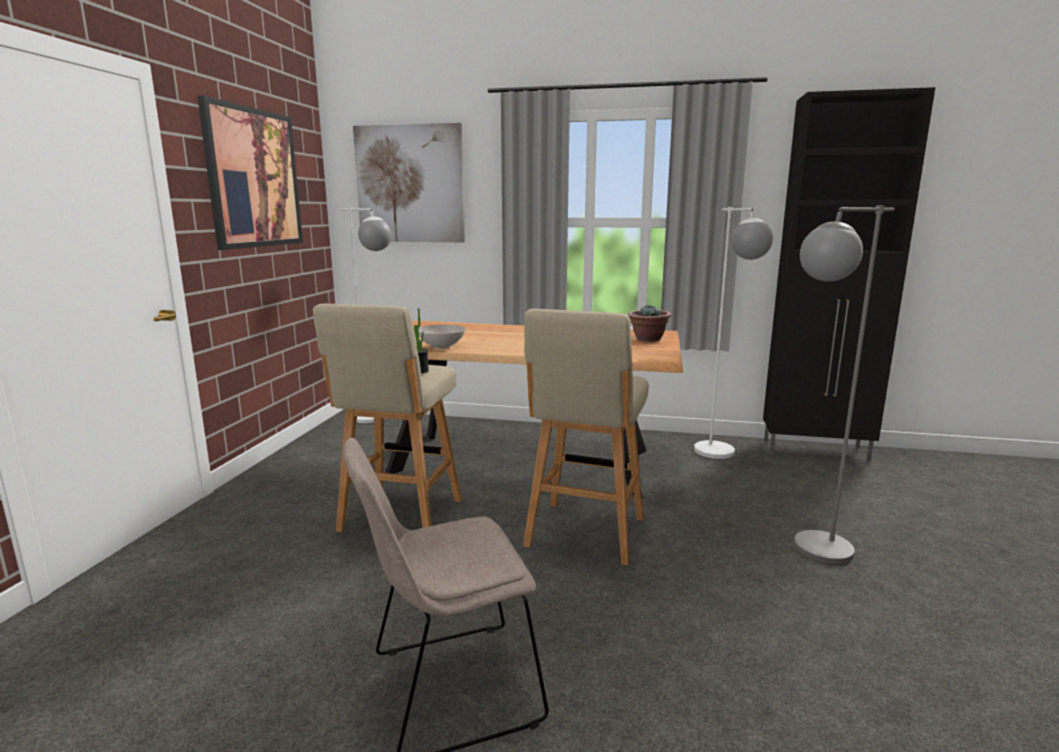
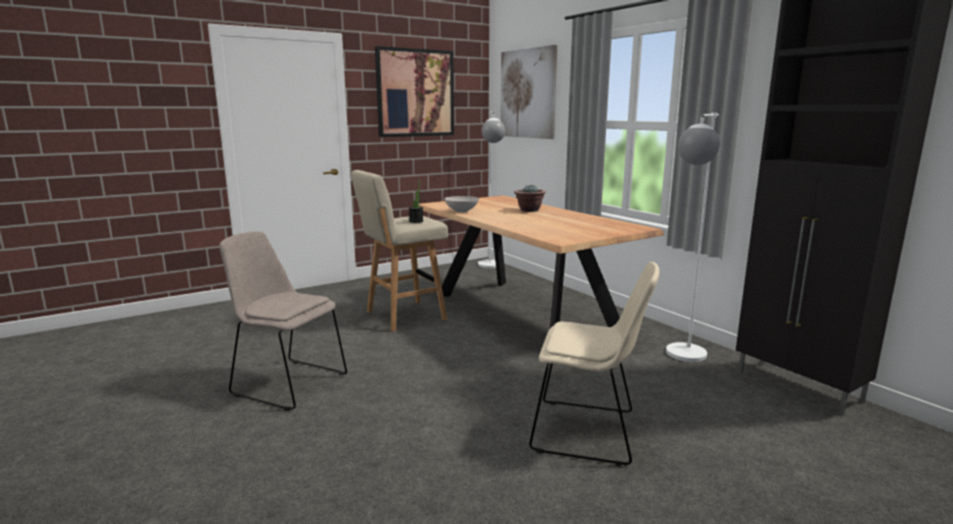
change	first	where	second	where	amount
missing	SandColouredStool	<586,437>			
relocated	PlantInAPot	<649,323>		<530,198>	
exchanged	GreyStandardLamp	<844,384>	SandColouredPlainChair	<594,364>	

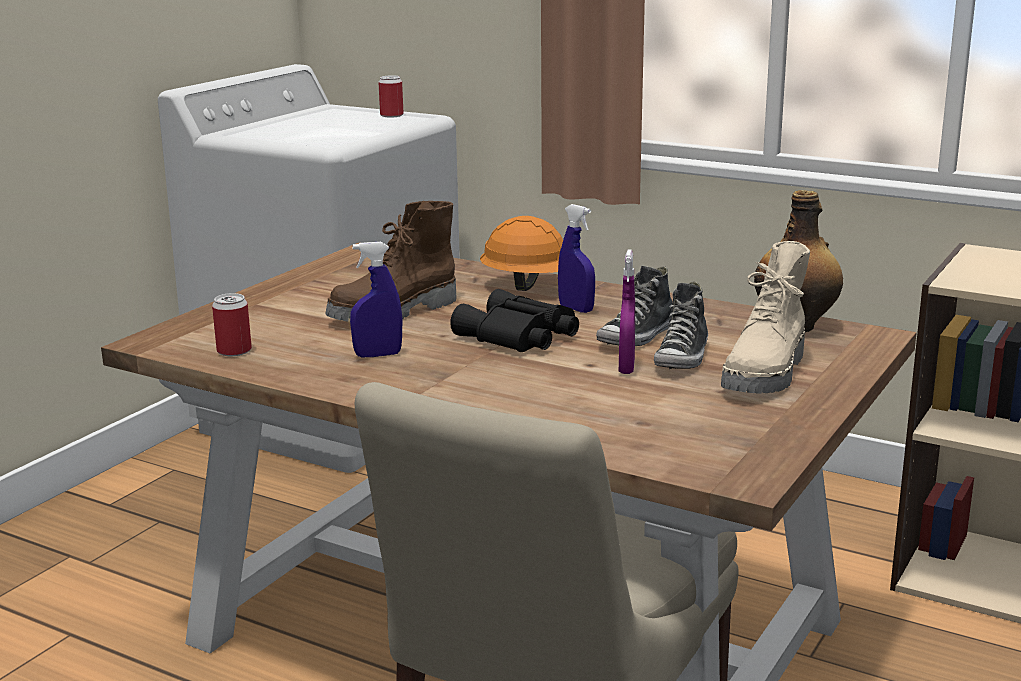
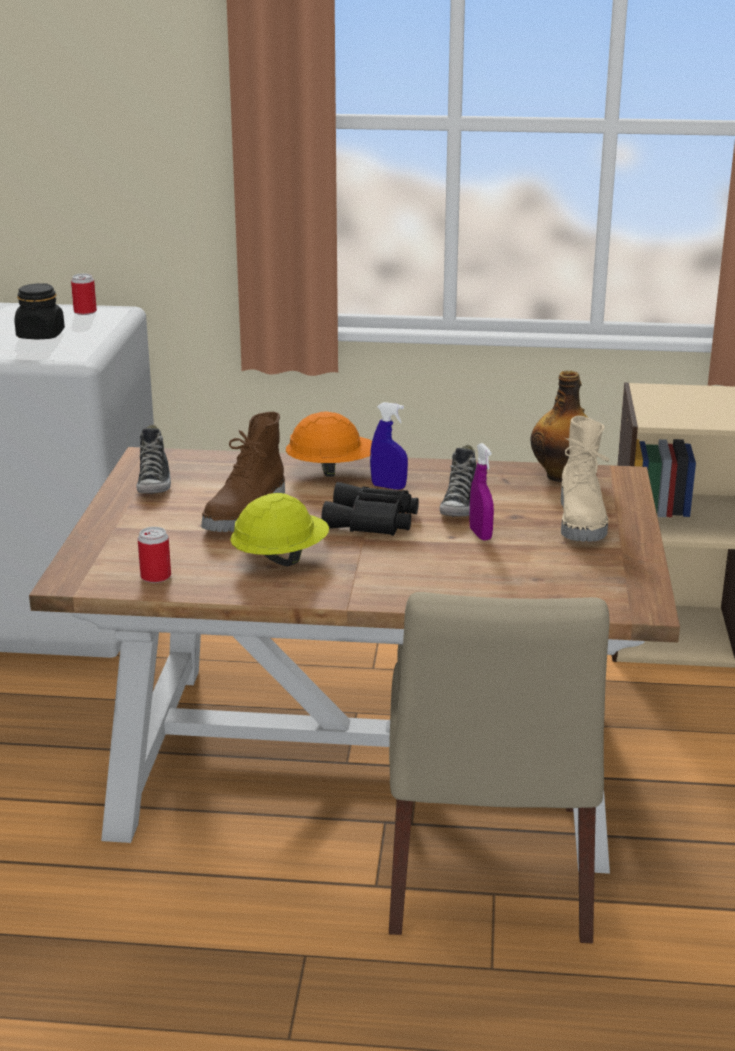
change	first	where	second	where	amount
exchanged	BlueColouredHandSprayer	<376,299>	YellowishWorkHelmet	<279,529>	
relocated	LowShoe	<681,325>		<153,459>	
appeared			BlackPreserveJar	<40,311>	

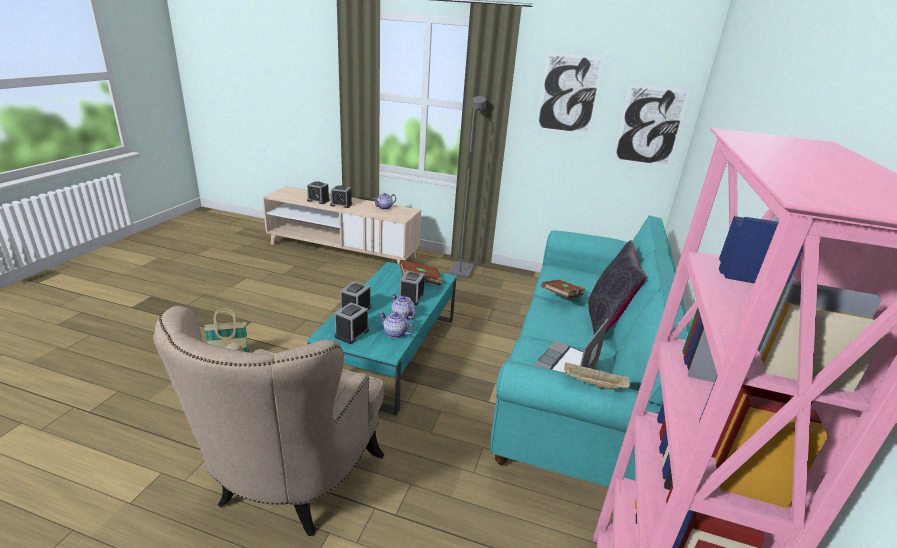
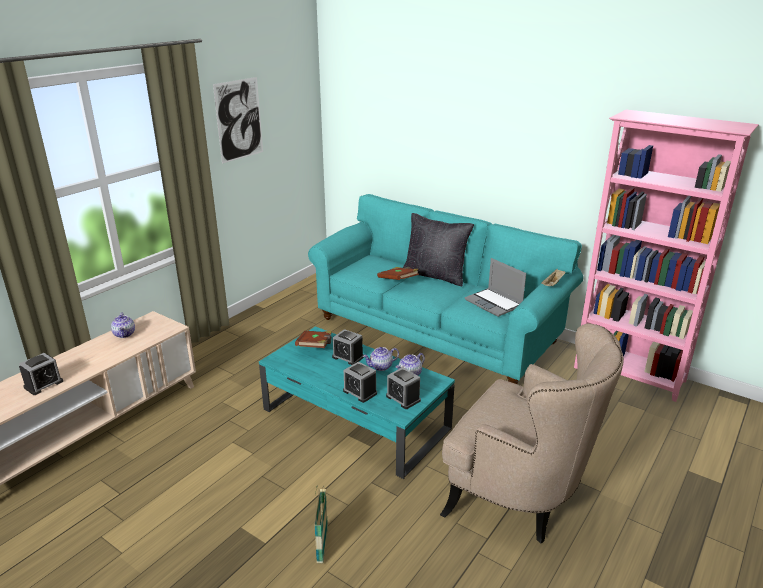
change	first	where	second	where	amount
missing	BedsideClock	<341,196>			
missing	GreyStandardLamp	<467,187>			
missing	WallArt	<651,125>			

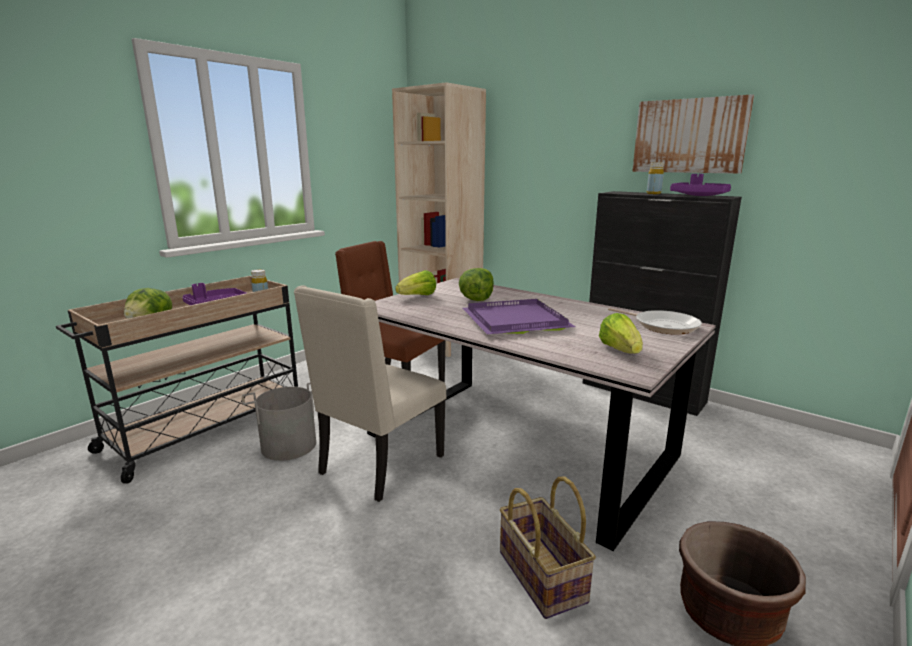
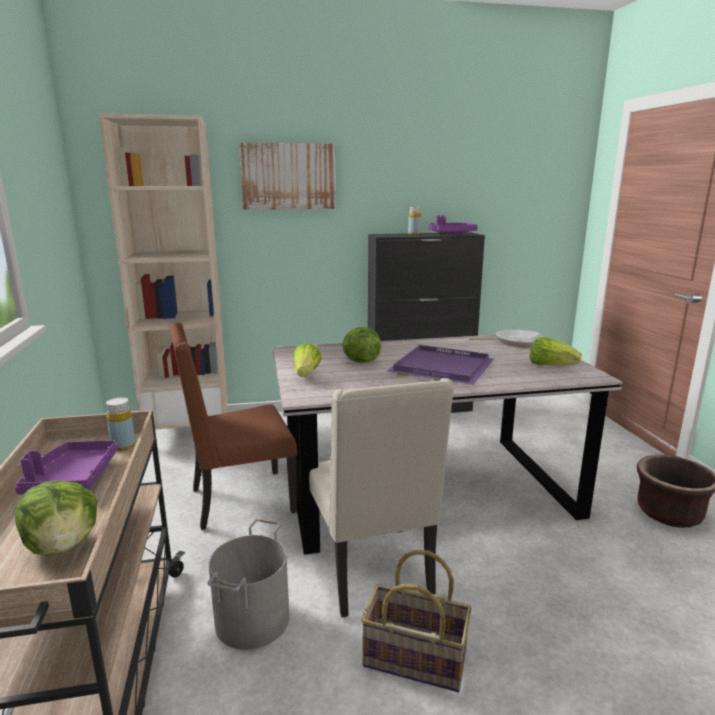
change	first	where	second	where	amount
relocated	StorageBasket	<548,548>		<416,620>	
relocated	WallArt	<693,134>		<287,176>	

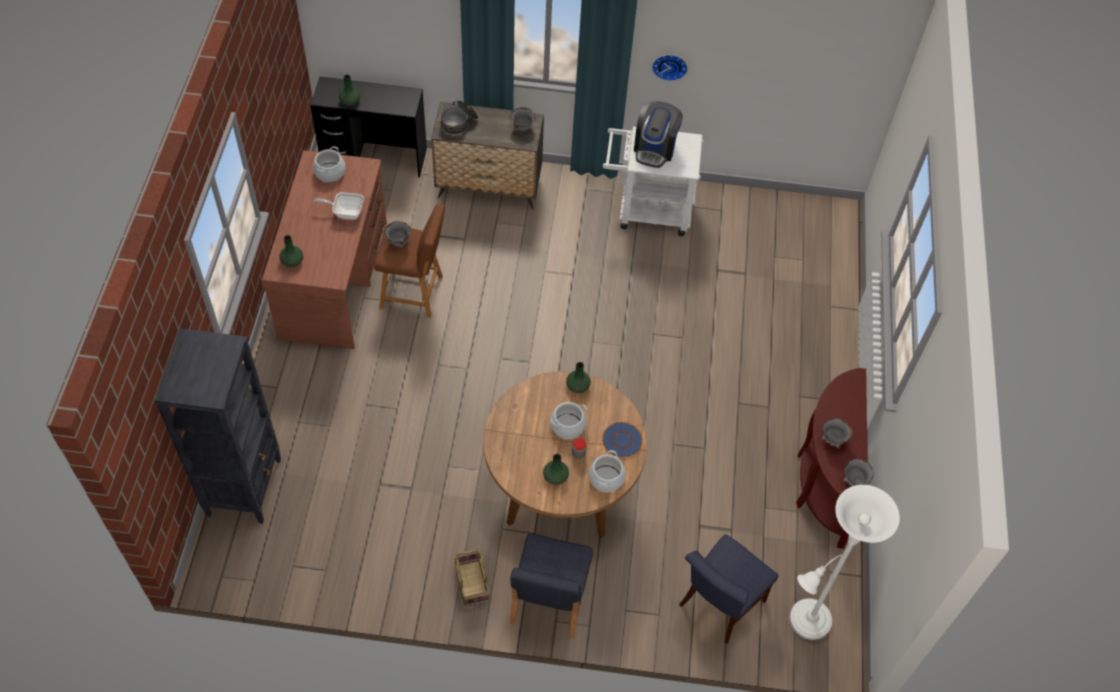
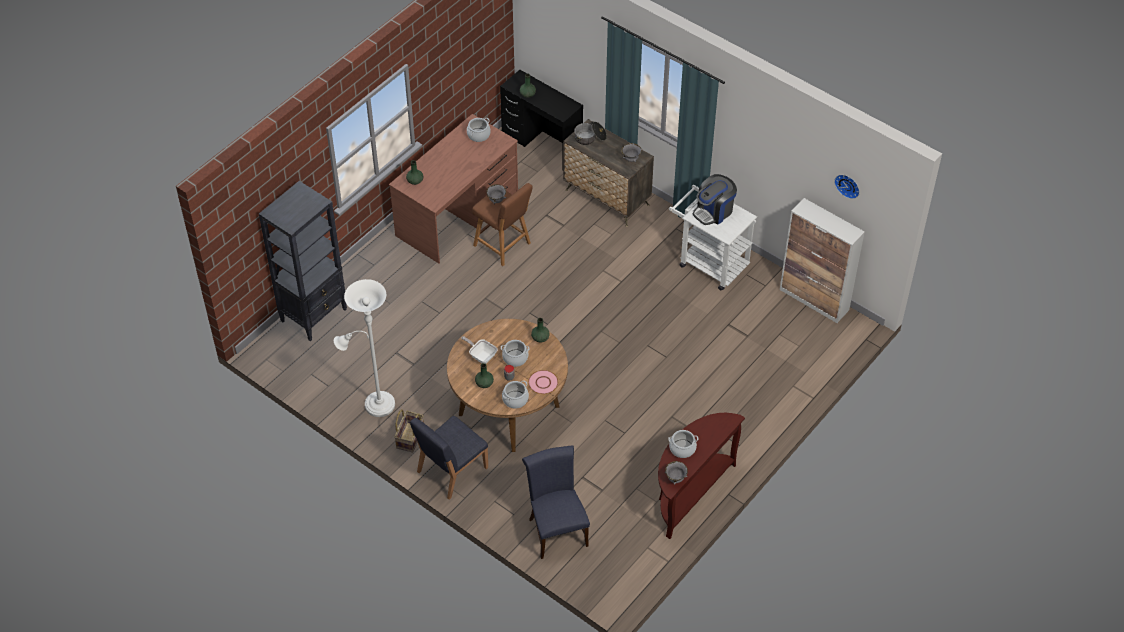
change	first	where	second	where	amount
relocated	Skillet	<338,206>		<479,350>	
colour	BlueColouredPlate	<622,439>	PinkishPlate	<543,382>	
relocated	WallClock	<670,68>		<847,186>	
spun	BlueColouredPlainChair	<728,589>		<556,502>	90 degrees clockwise
relocated	WhiteStandardLamp	<845,562>		<364,348>	
exchanged	GreyServingBowl	<837,433>	Stockpot	<683,444>	
appeared			StorageCabinet	<822,260>	

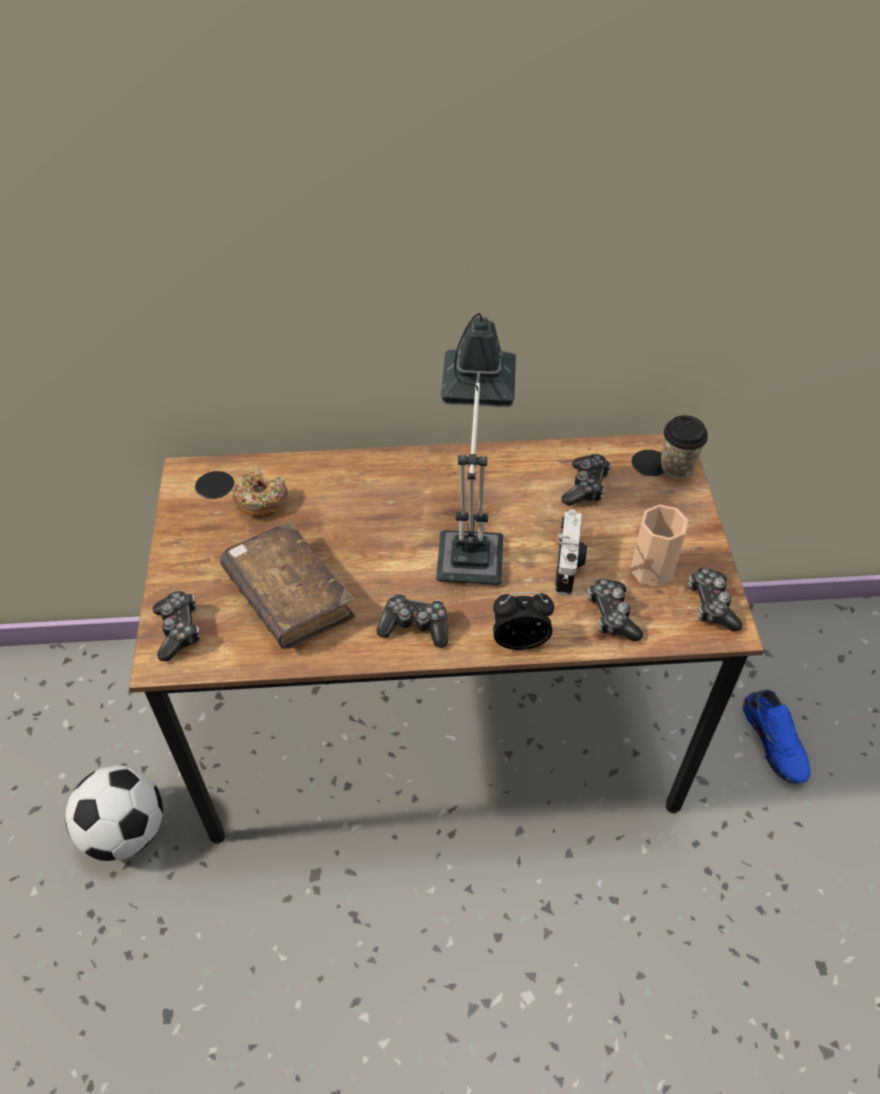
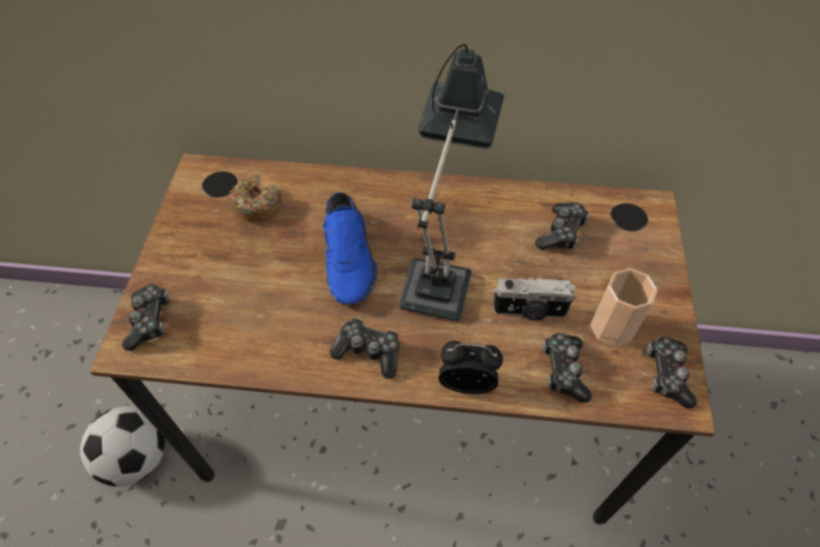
change	first	where	second	where	amount
missing	BrownBook	<287,585>			
spun	PhotoCamera	<571,552>		<535,299>	75 degrees clockwise
missing	SmallCup	<684,446>			
relocated	BlueColouredLowShoe	<776,737>		<350,248>	

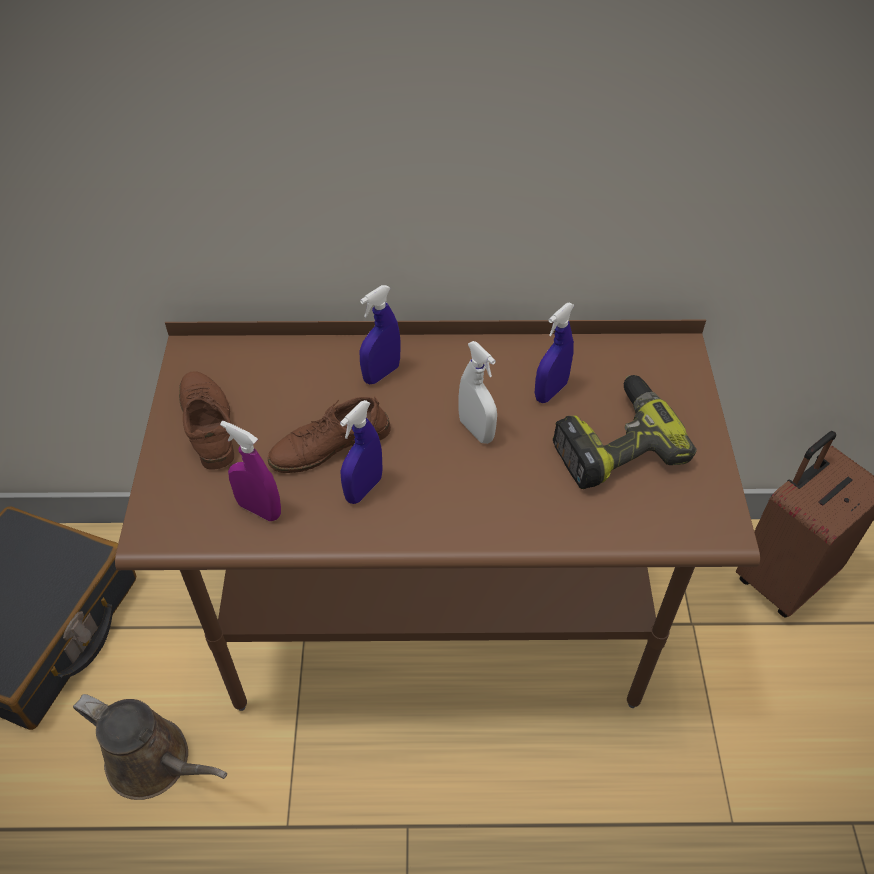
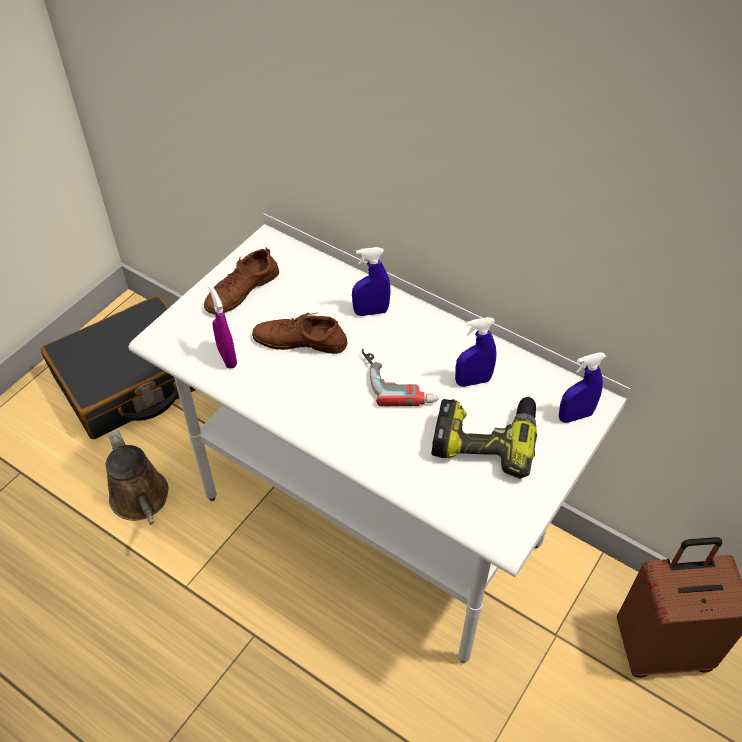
change	first	where	second	where	amount
colour	BrownDeskTable	<437,515>	WhiteDeskTable	<379,438>	
spun	BrownLowShoe	<206,420>		<241,280>	150 degrees counterclockwise
relocated	BlueColouredHandSprayer	<361,452>		<582,387>	
exchanged	WhiteHandSprayer	<477,392>	Drill	<400,377>	

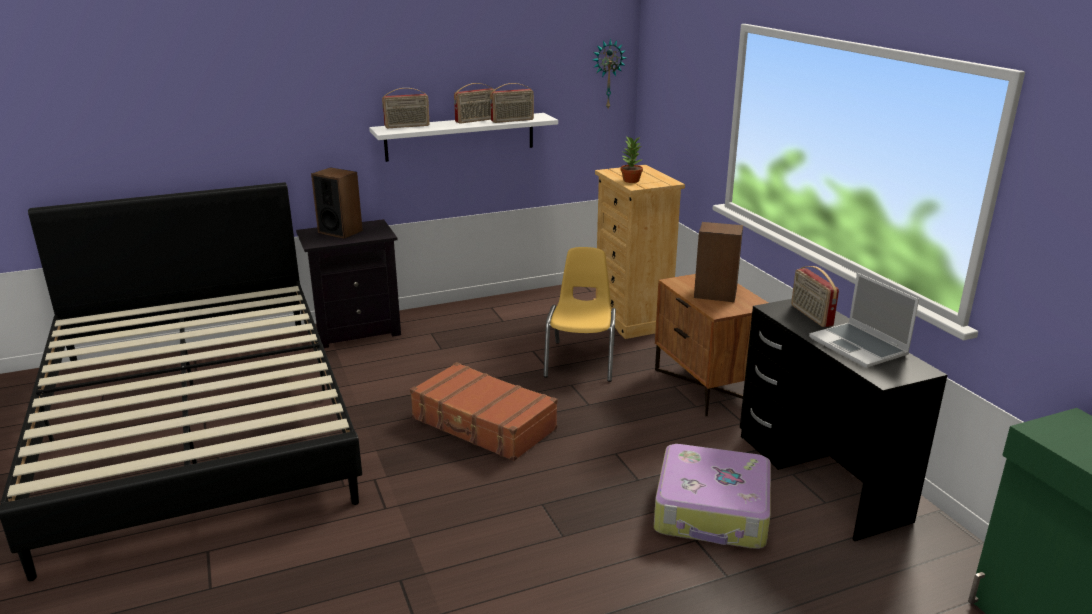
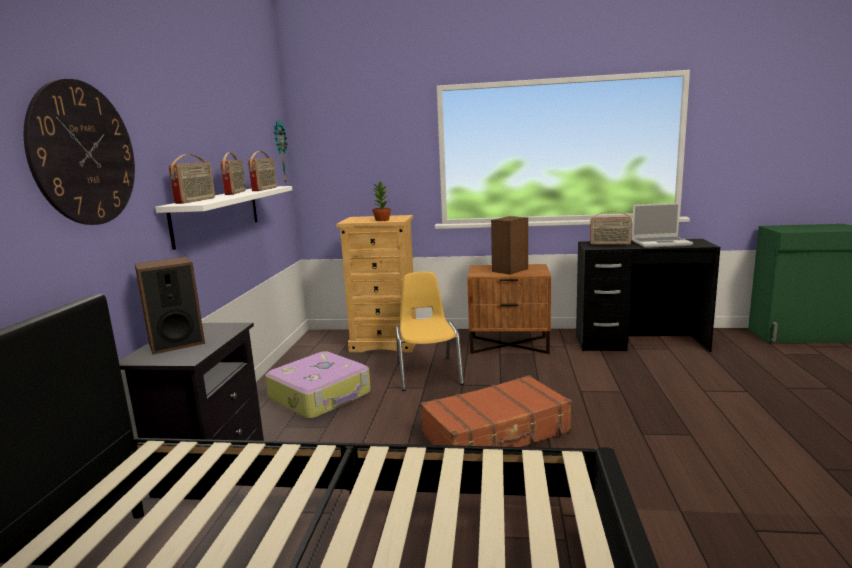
change	first	where	second	where	amount
spun	YellowishPlainChair	<580,314>		<430,331>	45 degrees clockwise
relocated	Suitcase	<712,496>		<318,385>	
appeared			WallClock	<79,152>	

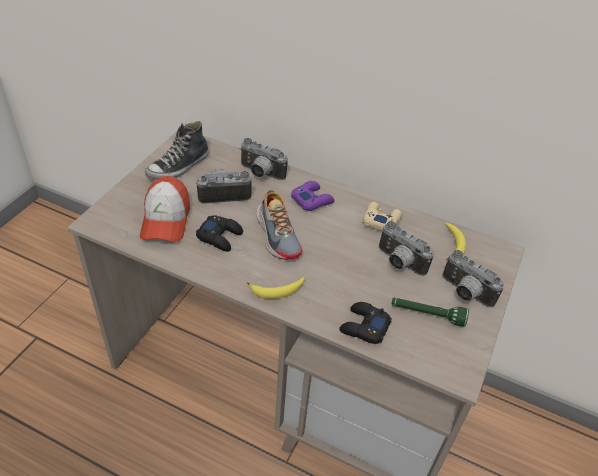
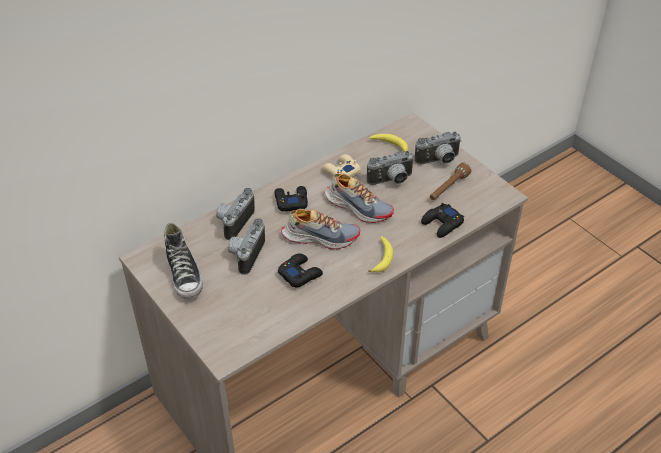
change	first	where	second	where	amount
missing	PeakedCap	<165,209>			
spun	PhotoCamera	<264,159>		<235,214>	150 degrees clockwise
colour	PurplishJoypad	<313,196>	BlackJoypad	<291,199>	
colour	GreenColouredTorch	<430,312>	BrownTorch	<450,181>	
appeared			LowShoe	<359,198>	

